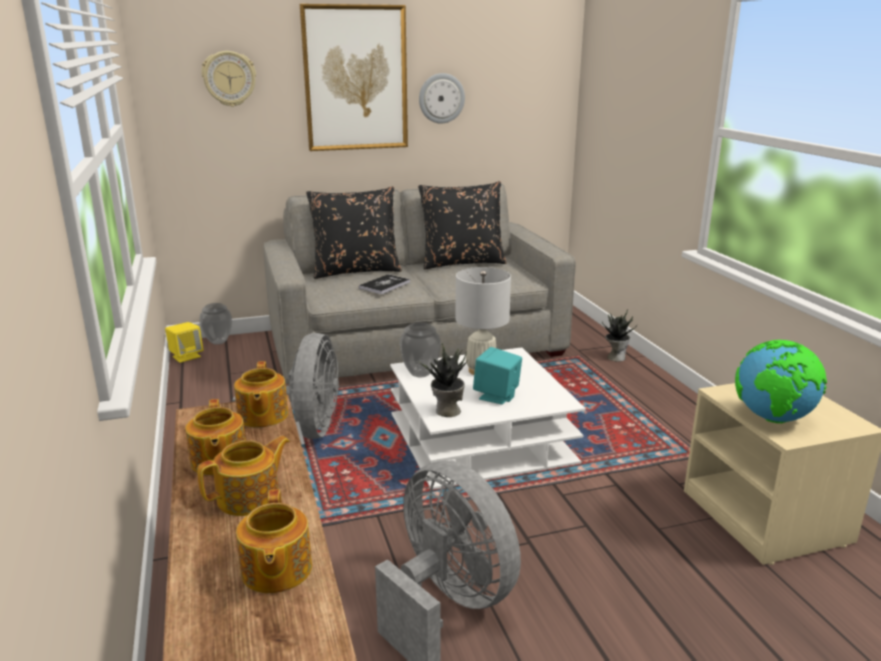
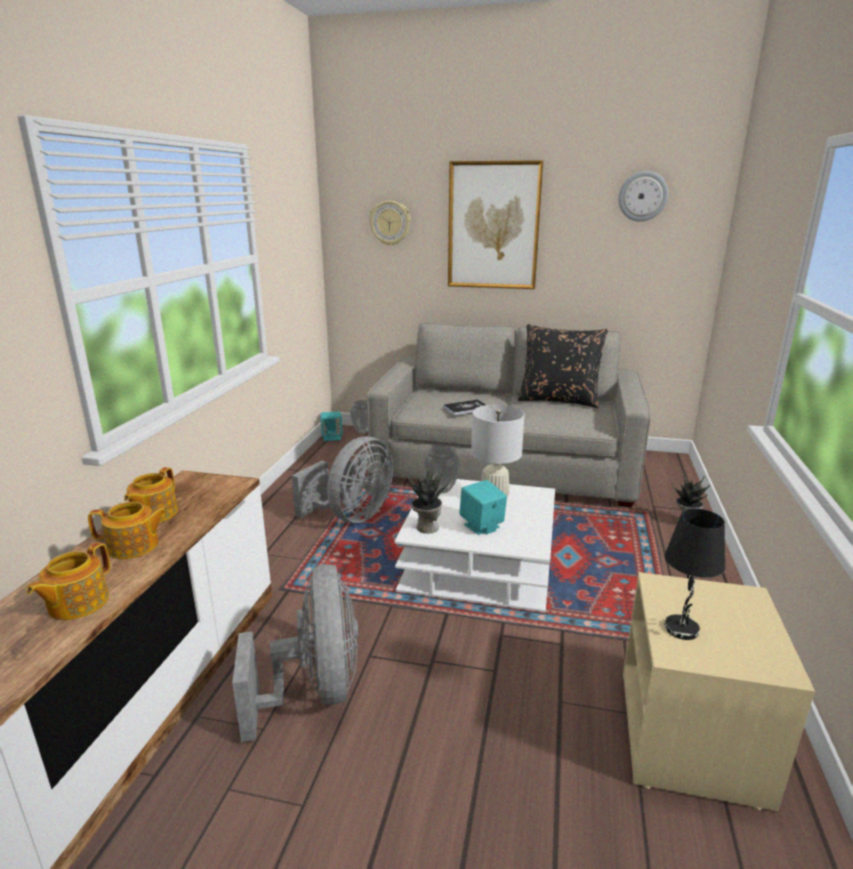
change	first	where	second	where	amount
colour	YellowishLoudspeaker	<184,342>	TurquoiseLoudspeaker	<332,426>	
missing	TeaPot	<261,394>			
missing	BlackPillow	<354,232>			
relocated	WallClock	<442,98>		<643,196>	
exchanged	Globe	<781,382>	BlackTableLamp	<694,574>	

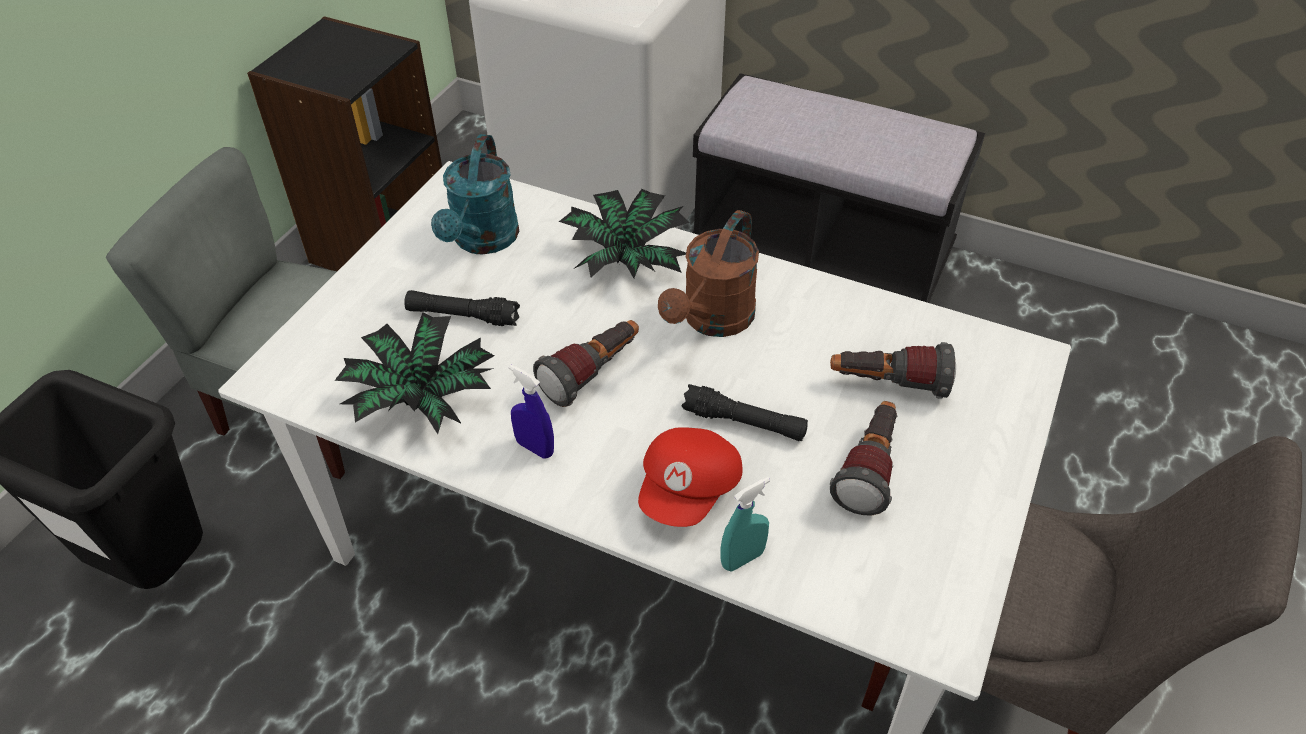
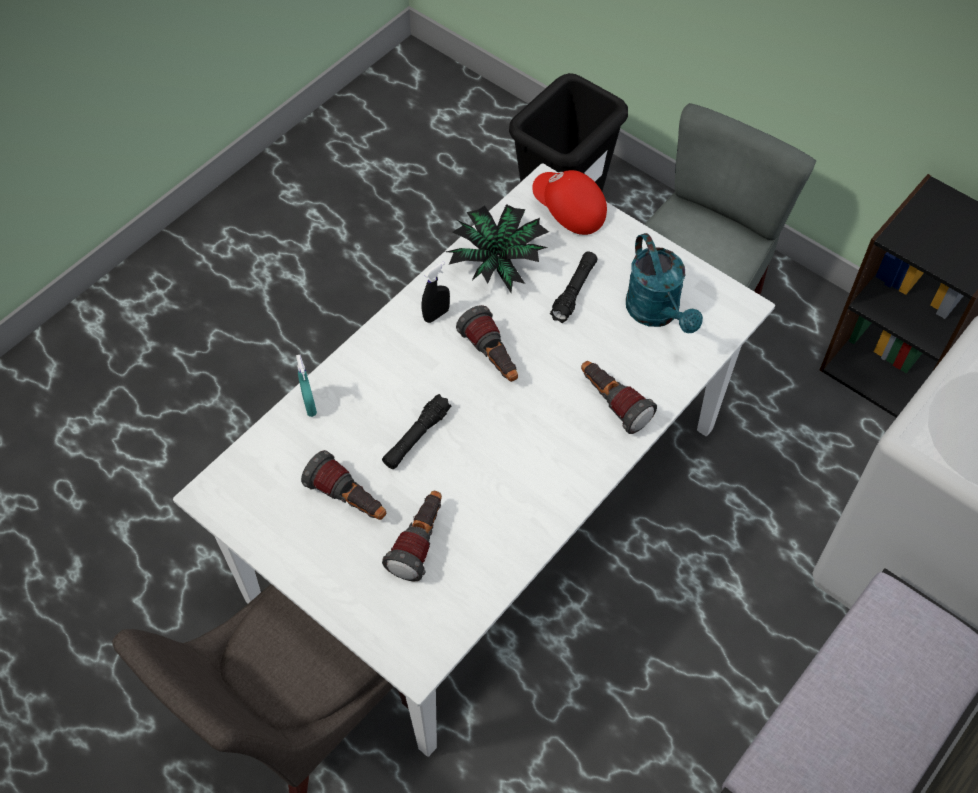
change	first	where	second	where	amount
spun	TurquoiseWateringPot	<475,194>		<664,283>	135 degrees counterclockwise
colour	BlueColouredHandSprayer	<531,412>	BlackHandSprayer	<435,292>	
exchanged	PlantInAPot	<624,233>	Torch	<619,397>	
relocated	RedColouredPeakedCap	<690,477>		<569,202>	
missing	BrownWateringPot	<708,273>			

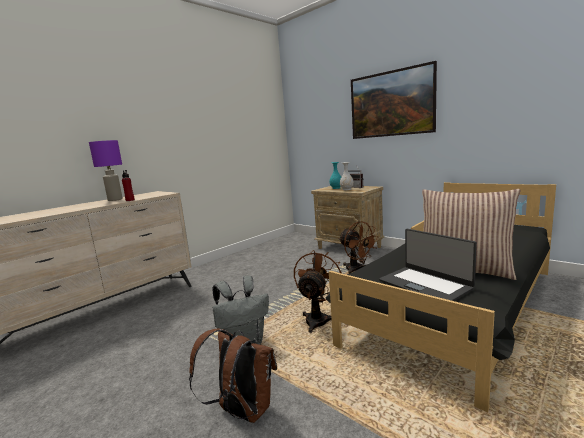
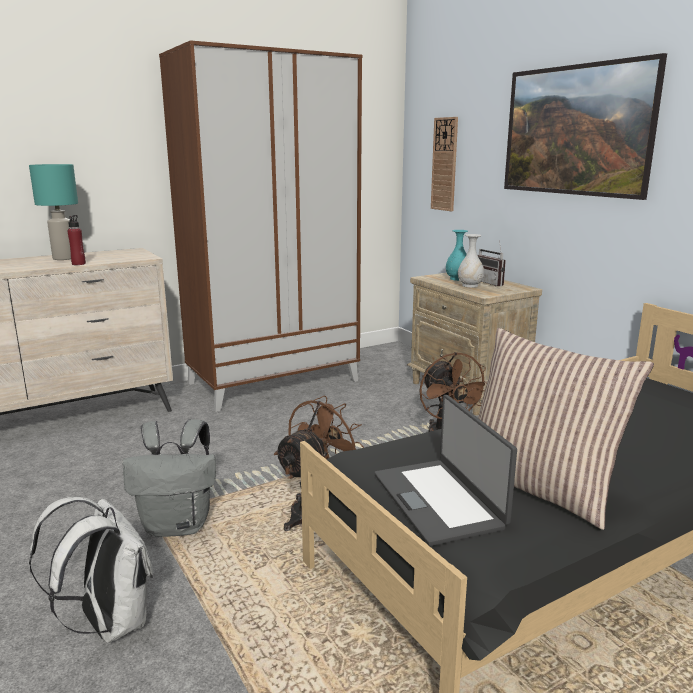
change	first	where	second	where	amount
colour	PurplishTableLamp	<106,170>	TurquoiseTableLamp	<53,212>	
colour	BrownBackpack	<233,376>	WhiteBackpack	<91,570>	
appeared			BrownWardrobe	<260,226>	
appeared			WallClock	<444,164>	

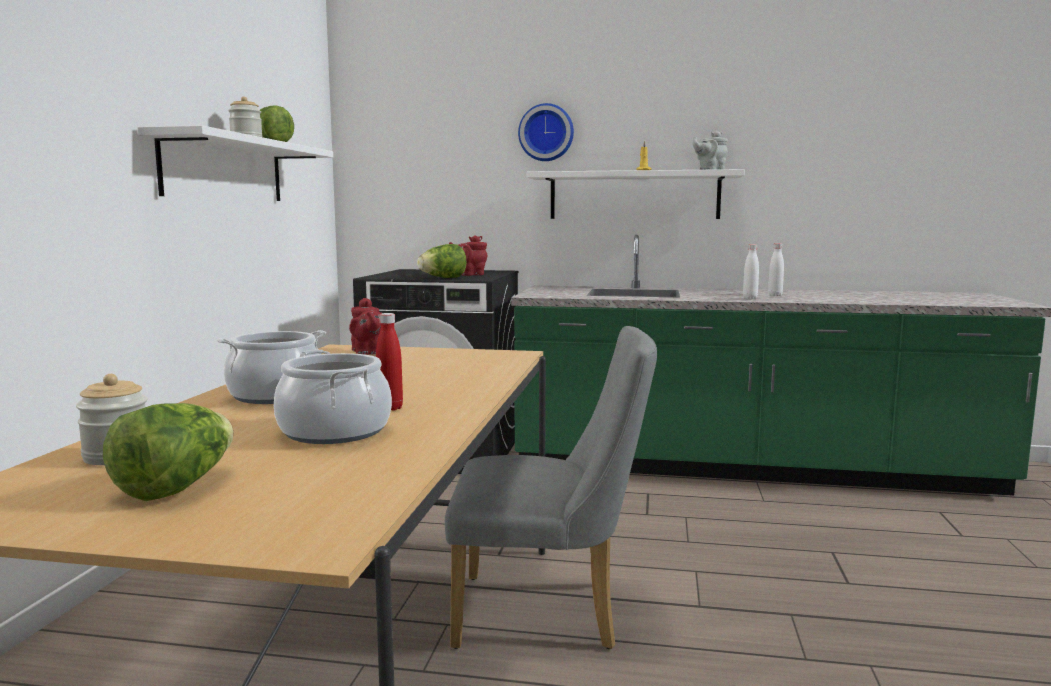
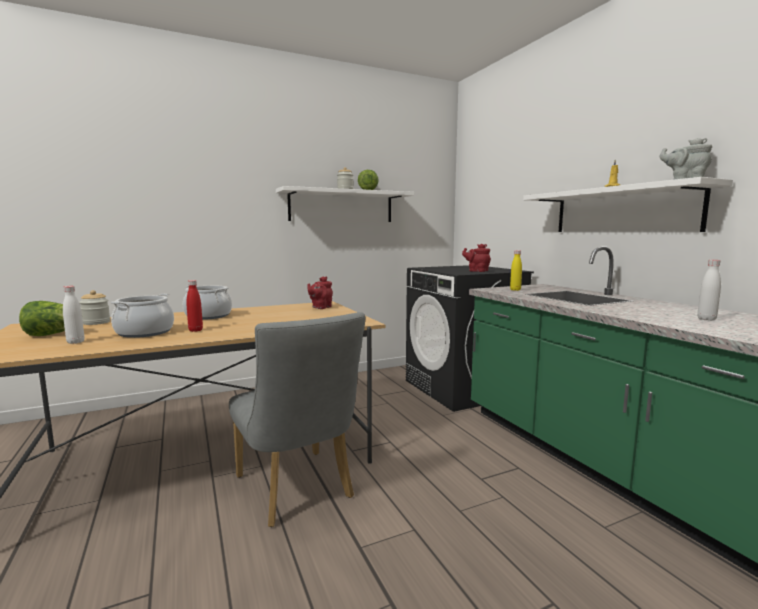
change	first	where	second	where	amount
missing	HeadOfLettuce	<441,261>			
missing	WallClock	<546,132>			
relocated	WhiteDrinkBottle	<751,271>		<73,315>	
appeared			YellowishDrinkBottle	<516,270>	

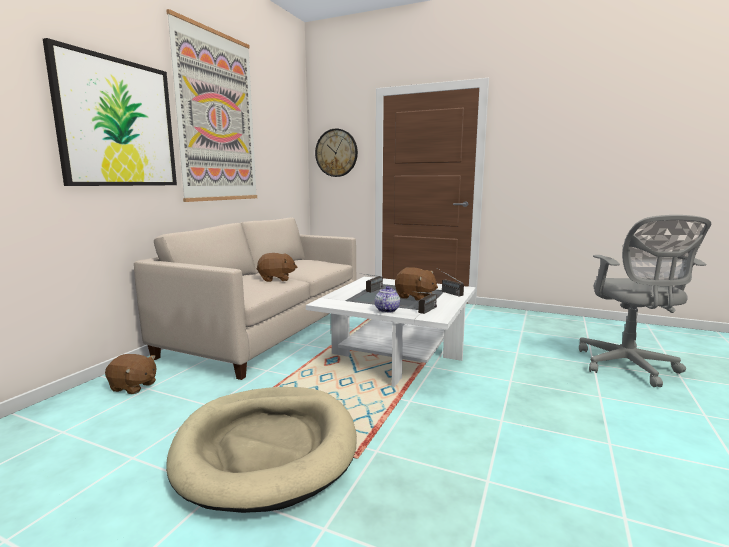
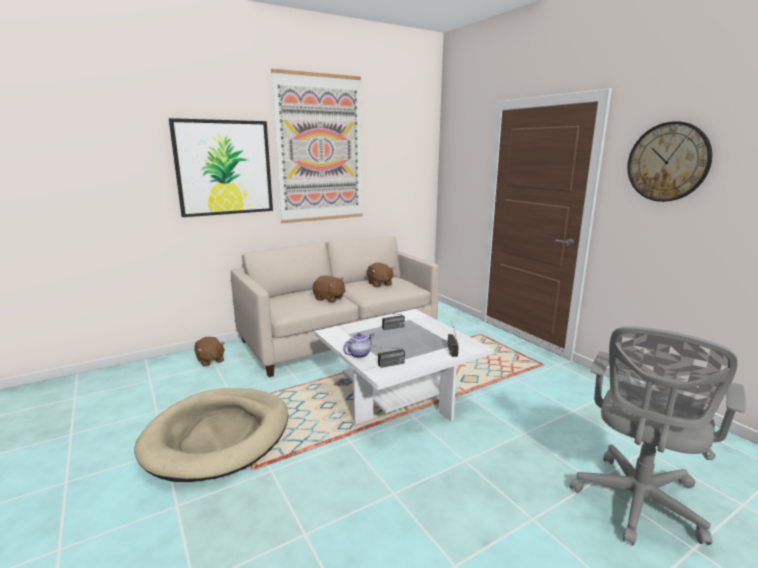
change	first	where	second	where	amount
relocated	WallClock	<336,153>		<669,161>	
relocated	BrownCuddlyToy	<416,284>		<381,274>	

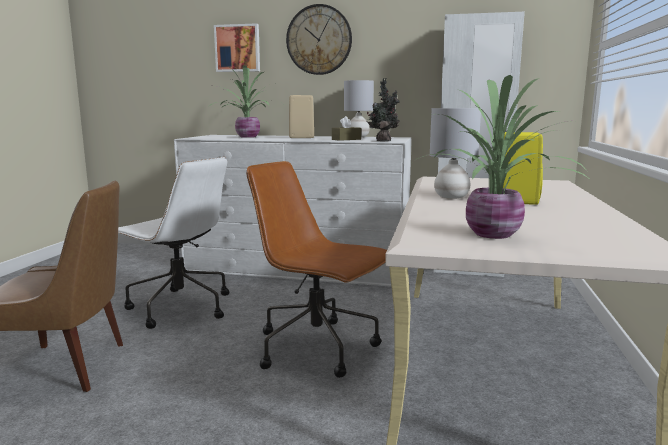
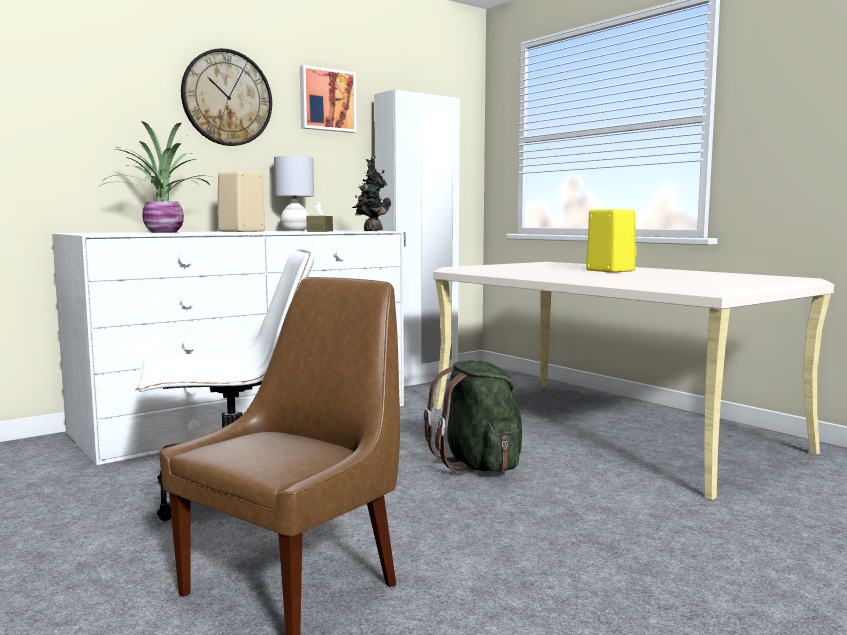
change	first	where	second	where	amount
relocated	WallArt	<237,47>		<328,99>	
exchanged	BrownComputerChair	<316,269>	GreenColouredBackpack	<473,416>	
missing	PlantInAPot	<500,157>			
missing	GreyTableLamp	<455,153>			

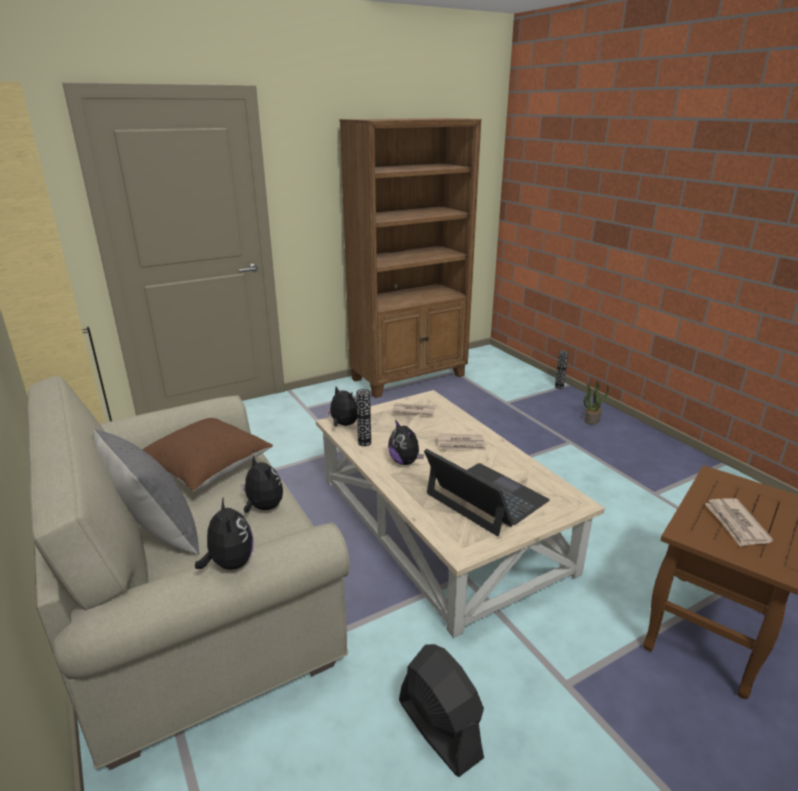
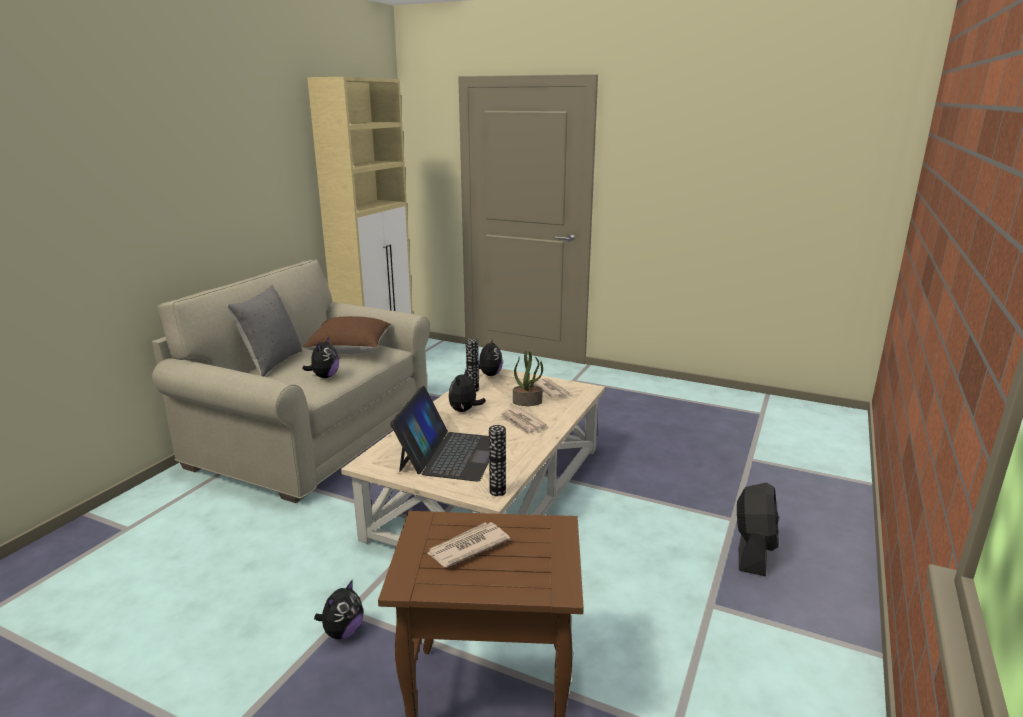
change	first	where	second	where	amount
relocated	CuddlyToy	<224,533>		<339,609>	
missing	BrownBookcase	<410,258>			
relocated	BlackElectricFan	<441,710>		<758,529>	
relocated	Vase	<562,369>		<497,460>	
relocated	PlantInAPot	<596,402>		<528,378>	

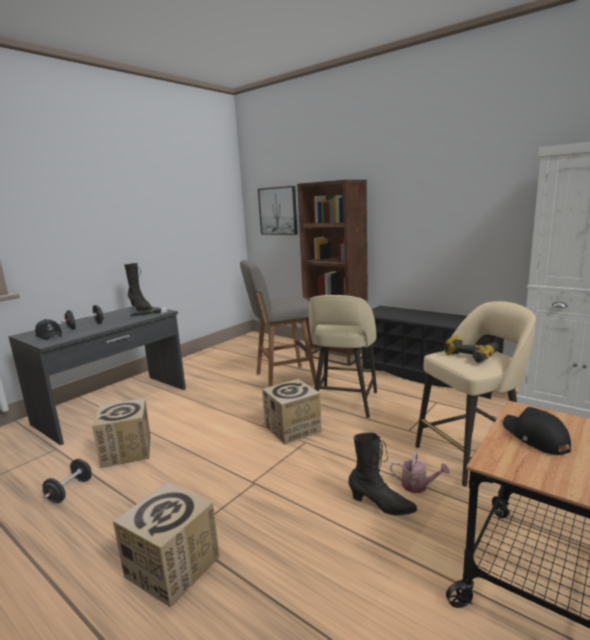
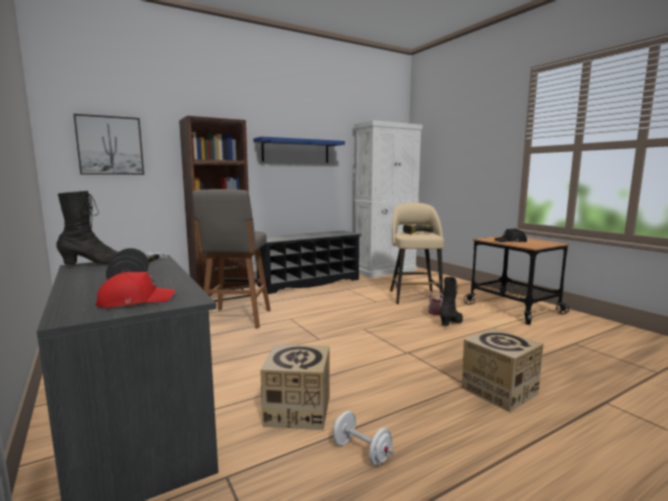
change	first	where	second	where	amount
colour	BlackPeakedCap	<48,329>	RedColouredPeakedCap	<135,290>	
colour	BlackHandWeight	<67,481>	WhiteHandWeight	<363,438>	
missing	CardboardBox	<292,411>			
missing	SandColouredStool	<343,356>			
appeared			BlueColouredShelf	<299,150>	

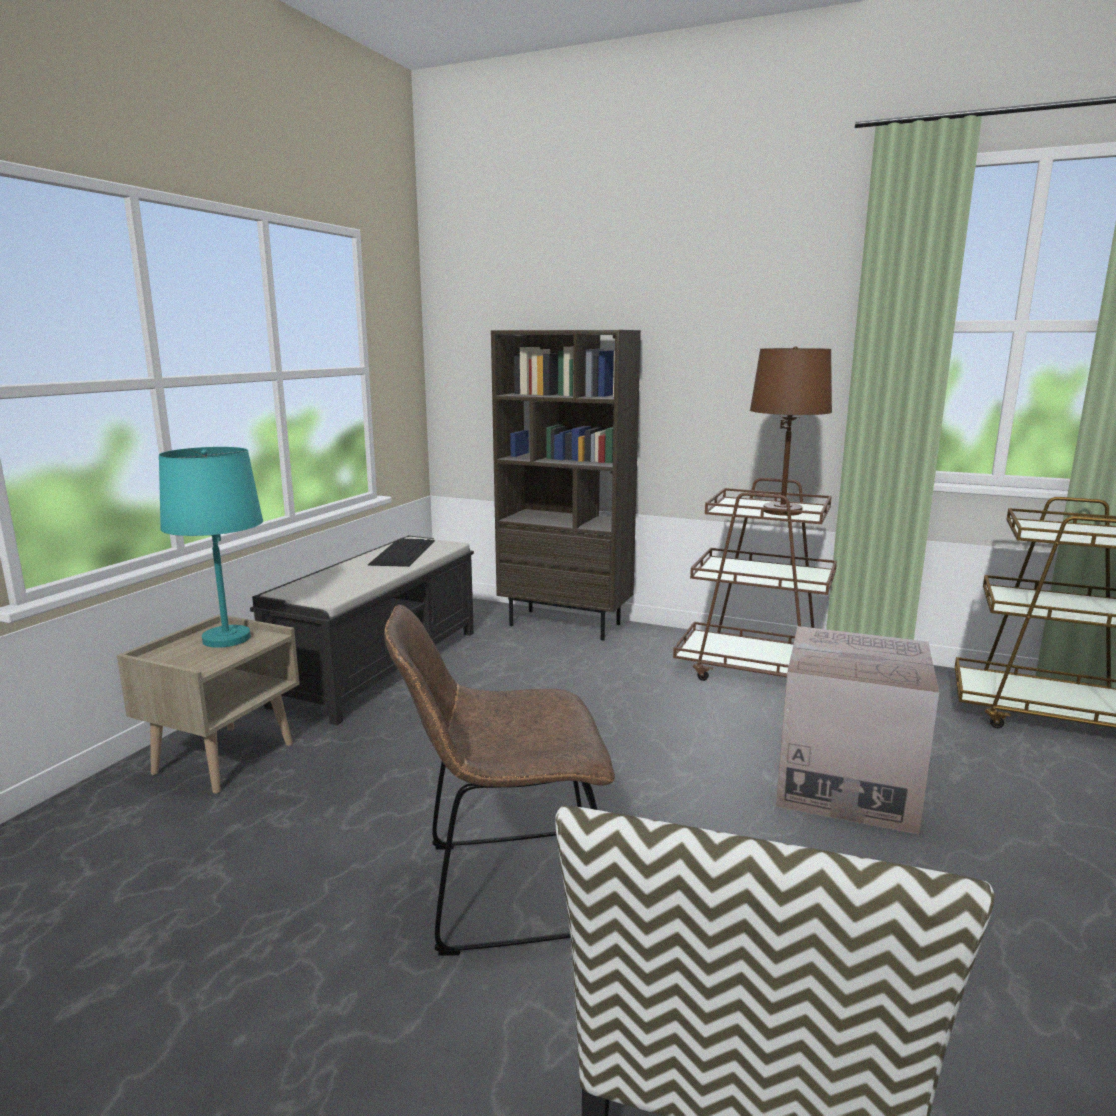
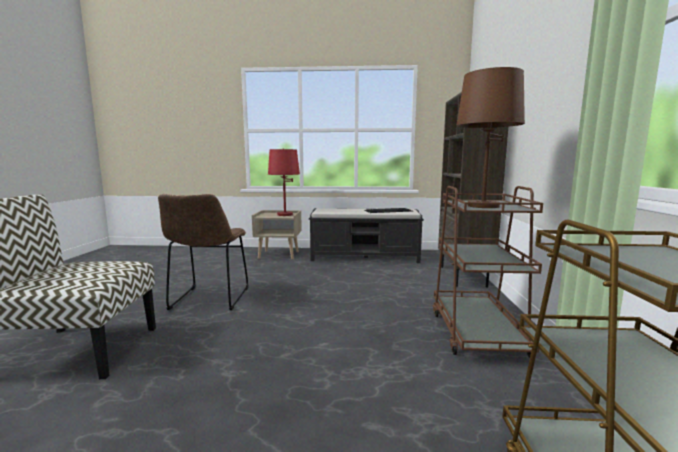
change	first	where	second	where	amount
colour	TurquoiseTableLamp	<211,547>	RedColouredTableLamp	<284,182>	
spun	BrownPlainChair	<499,780>		<203,252>	150 degrees counterclockwise
missing	CardboardBox	<857,730>			

